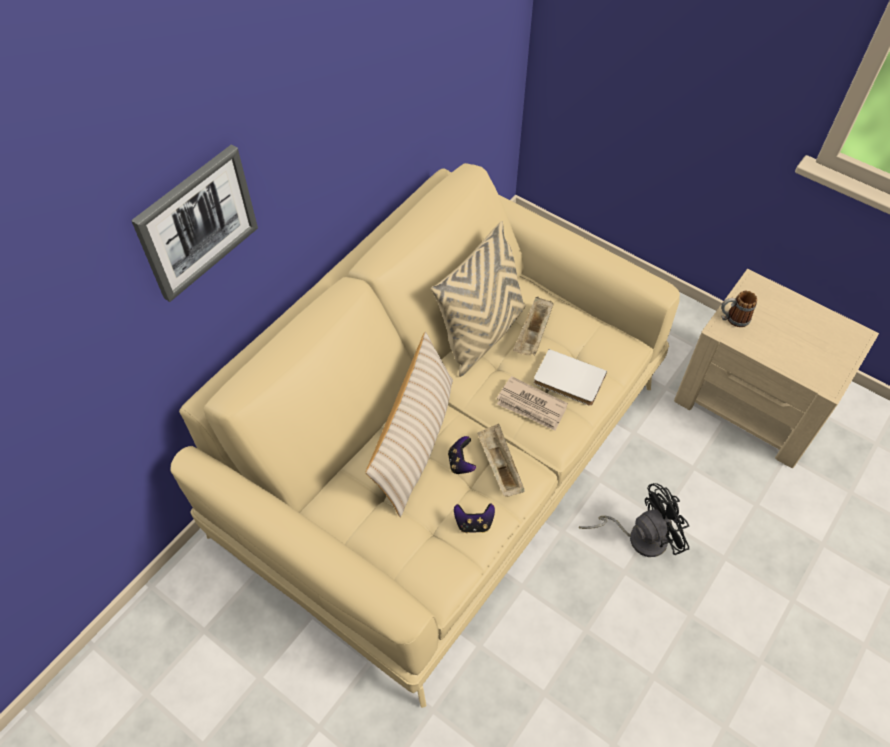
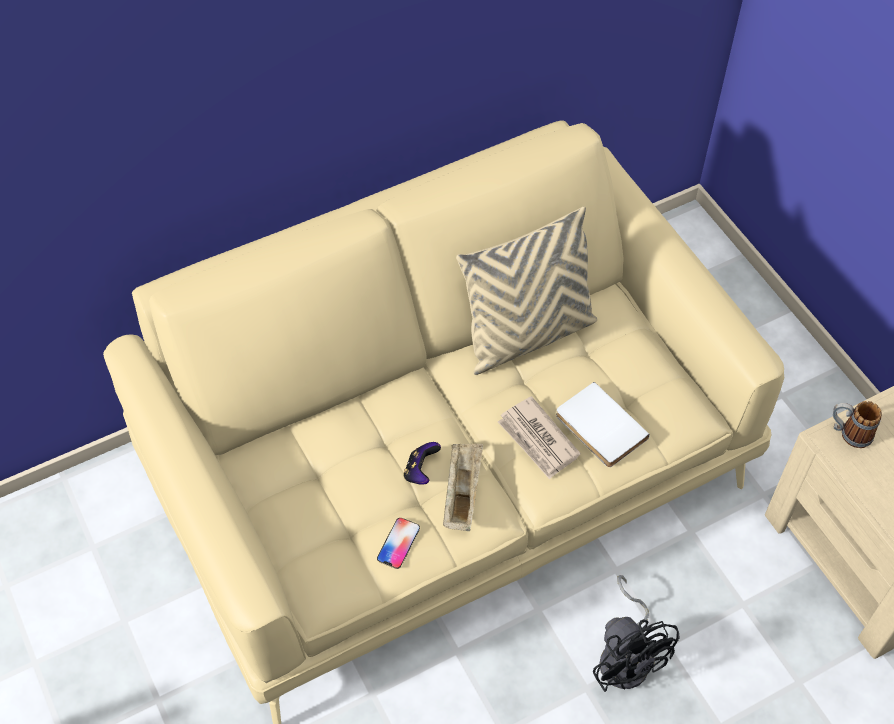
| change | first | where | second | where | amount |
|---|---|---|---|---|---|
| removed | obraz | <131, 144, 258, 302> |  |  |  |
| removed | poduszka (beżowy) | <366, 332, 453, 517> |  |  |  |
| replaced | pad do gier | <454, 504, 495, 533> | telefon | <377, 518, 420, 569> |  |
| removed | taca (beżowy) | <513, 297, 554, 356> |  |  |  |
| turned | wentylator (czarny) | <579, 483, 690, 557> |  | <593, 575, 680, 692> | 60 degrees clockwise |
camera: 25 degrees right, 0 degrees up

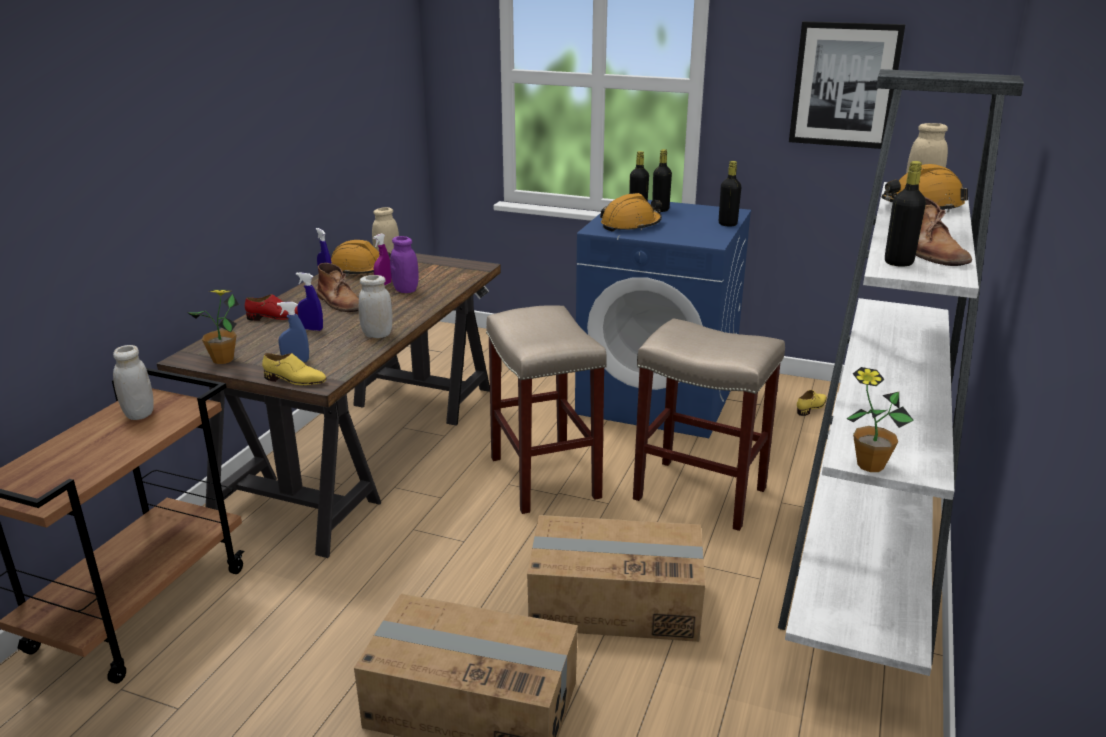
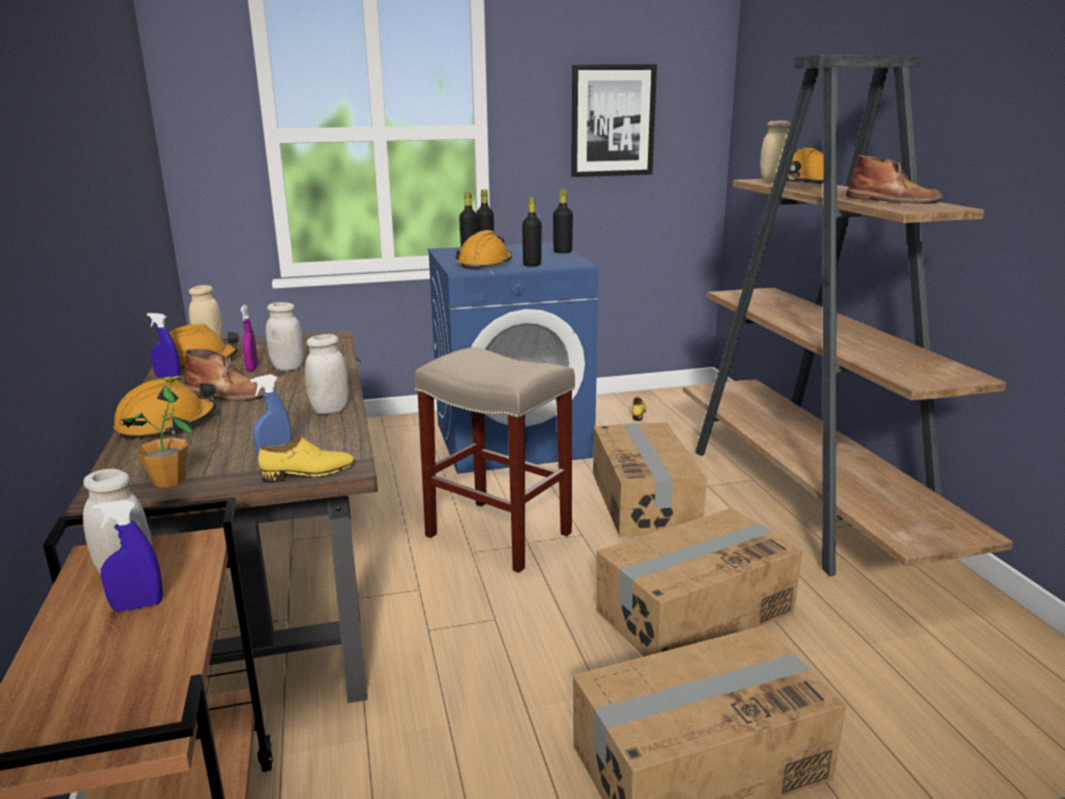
| change | first | where | second | where | amount |
|---|---|---|---|---|---|
| replaced | but (czerwony) | <245, 294, 298, 321> | kask (pomarańczowy) | <114, 379, 216, 440> |  |
| moved | spryskiwacz (niebieski) | <296, 272, 323, 331> |  | <93, 500, 163, 612> |  |
| recoloured | słoik (fioletowy) | <390, 236, 419, 293> | słoik (biały) | <266, 302, 304, 371> |  |
| replaced | stołek (beżowy) | <633, 318, 785, 531> | karton | <593, 422, 707, 537> |  |
| recoloured | regał (biały) | <778, 69, 1024, 676> | regał (brązowy) | <683, 55, 1013, 576> |  |
| removed | roślina doniczkowa | <846, 367, 914, 472> |  |  |  |
| moved | butelka (czarny) | <885, 161, 926, 267> |  | <522, 198, 542, 267> |  |
camera: 35 degrees left, 5 degrees down

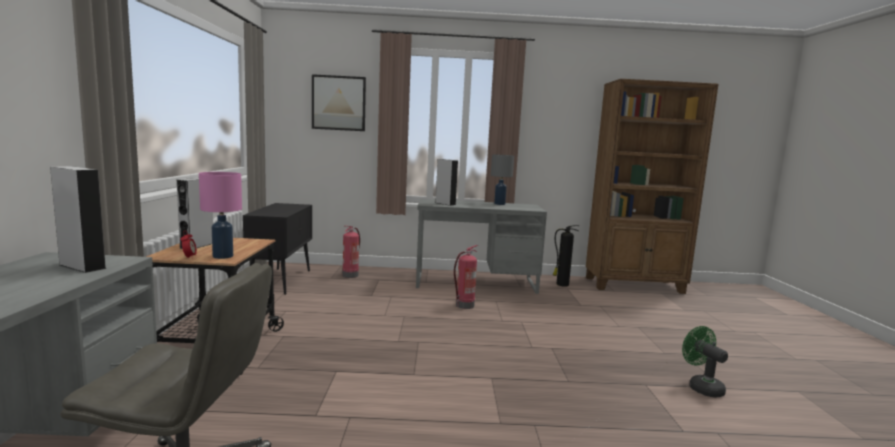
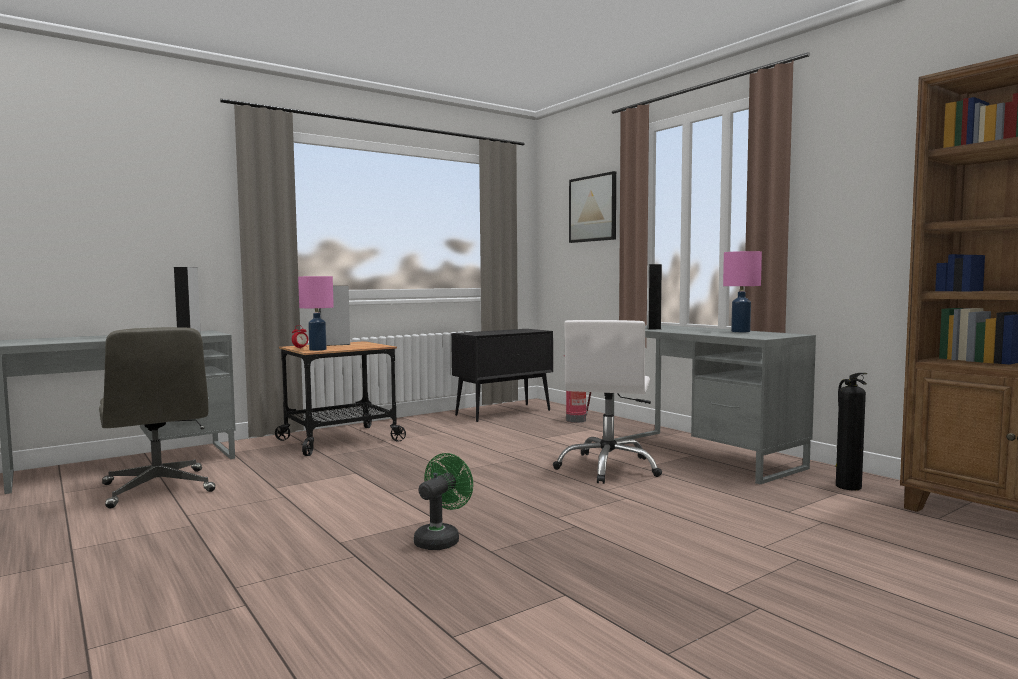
| change | first | where | second | where | amount |
|---|---|---|---|---|---|
| replaced | gaśnica | <454, 245, 478, 309> | krzesło biurowe (biały) | <553, 320, 662, 484> |  |
| recoloured | lampa stołowa (szary) | <491, 154, 514, 205> | lampa stołowa (różowy) | <723, 251, 762, 332> |  |
| moved | wentylator (zielony) | <682, 326, 728, 398> |  | <414, 453, 473, 550> |  |
camera: 55 degrees right, 5 degrees down

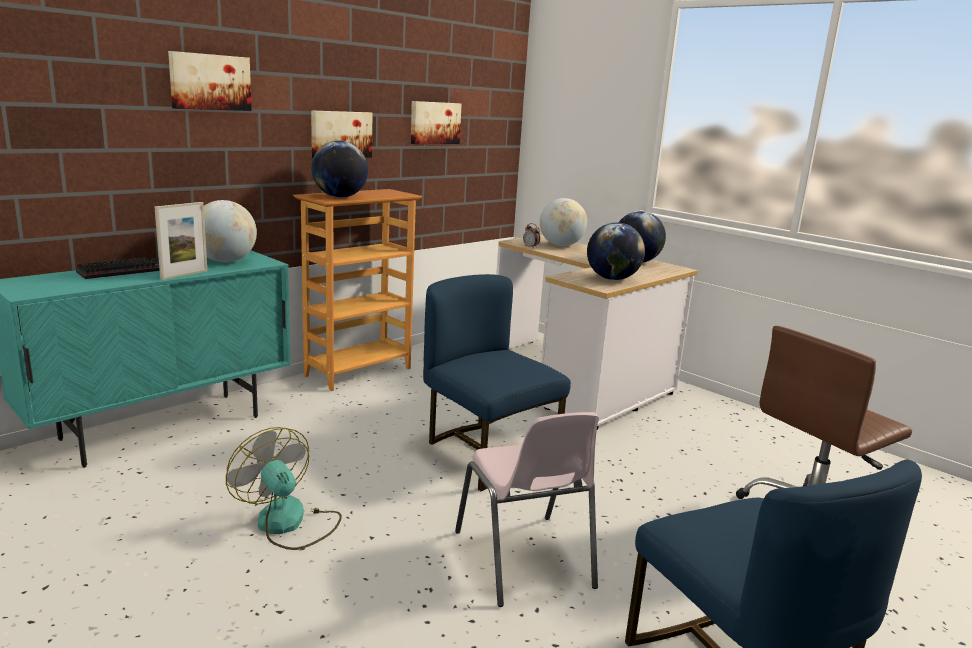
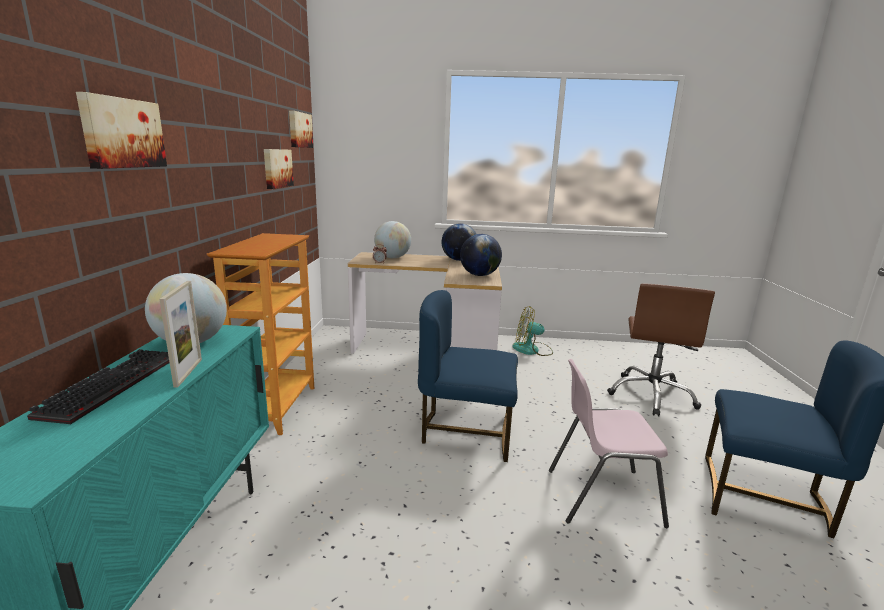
| change | first | where | second | where | amount |
|---|---|---|---|---|---|
| moved | wentylator | <226, 427, 342, 550> |  | <512, 306, 553, 356> |  |
| moved | obraz | <311, 110, 372, 158> |  | <289, 110, 313, 148> |  |
| removed | globus | <311, 141, 368, 198> |  |  |  |
| turned | krzesło (różowy) | <455, 412, 599, 607> |  | <549, 359, 669, 528> | 150 degrees clockwise |
camera: 40 degrees left, 0 degrees up

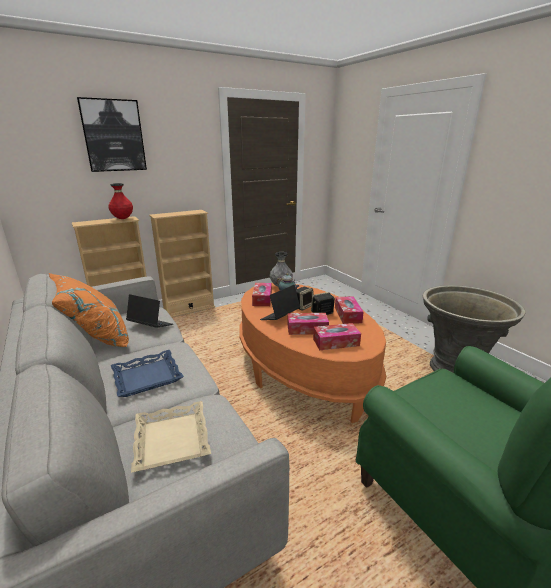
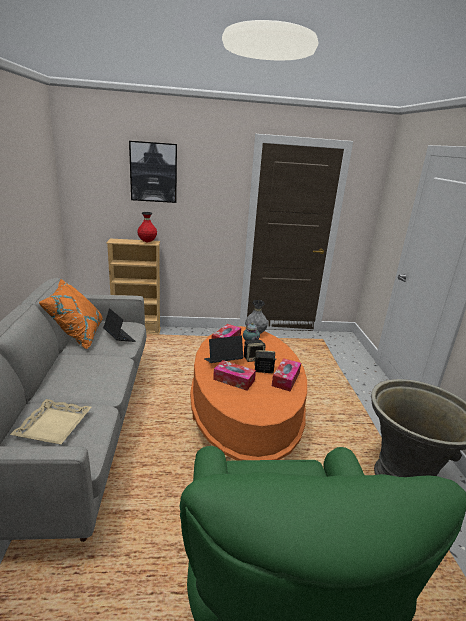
| change | first | where | second | where | amount |
|---|---|---|---|---|---|
| removed | taca (niebieski) | <111, 350, 184, 397> |  |  |  |
| removed | regał (beżowy) | <149, 210, 215, 318> |  |  |  |
| removed | pudełko chusteczek | <313, 323, 361, 350> |  |  |  |
camera: 25 degrees right, 0 degrees up

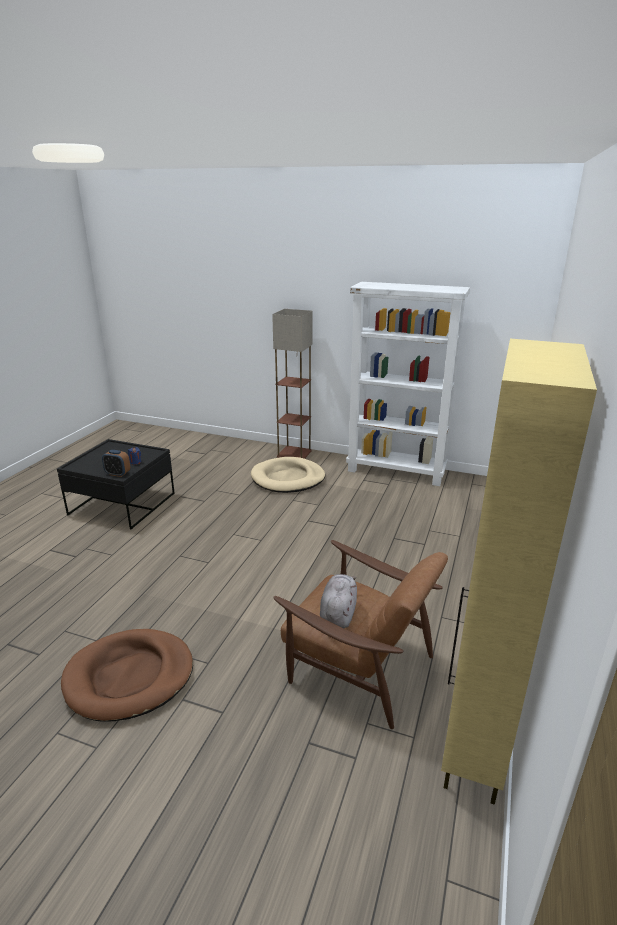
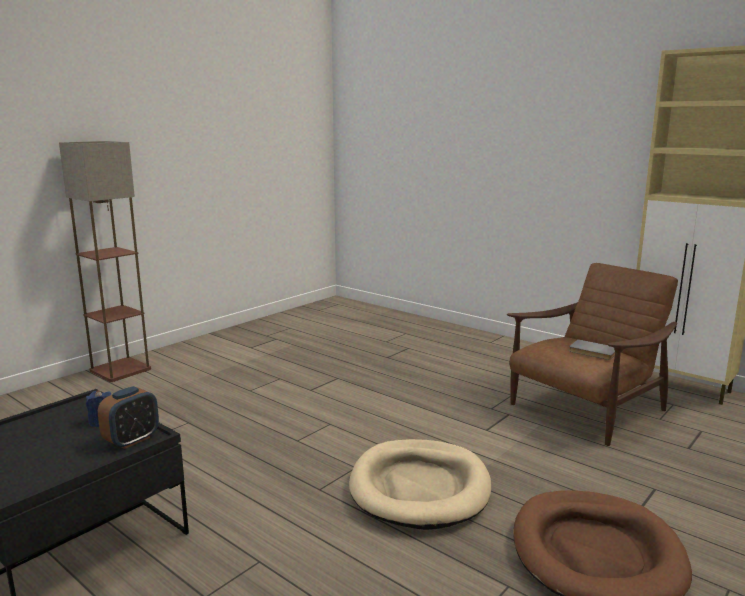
| change | first | where | second | where | amount |
|---|---|---|---|---|---|
| moved | legowisko (beżowy) | <251, 457, 325, 493> |  | <349, 439, 491, 530> |  |
| replaced | pluszak (szary) | <320, 574, 357, 628> | książka (szary) | <569, 339, 615, 360> |  |
| removed | regał (biały) | <346, 282, 470, 486> |  |  |  |
camera: 70 degrees left, 10 degrees down

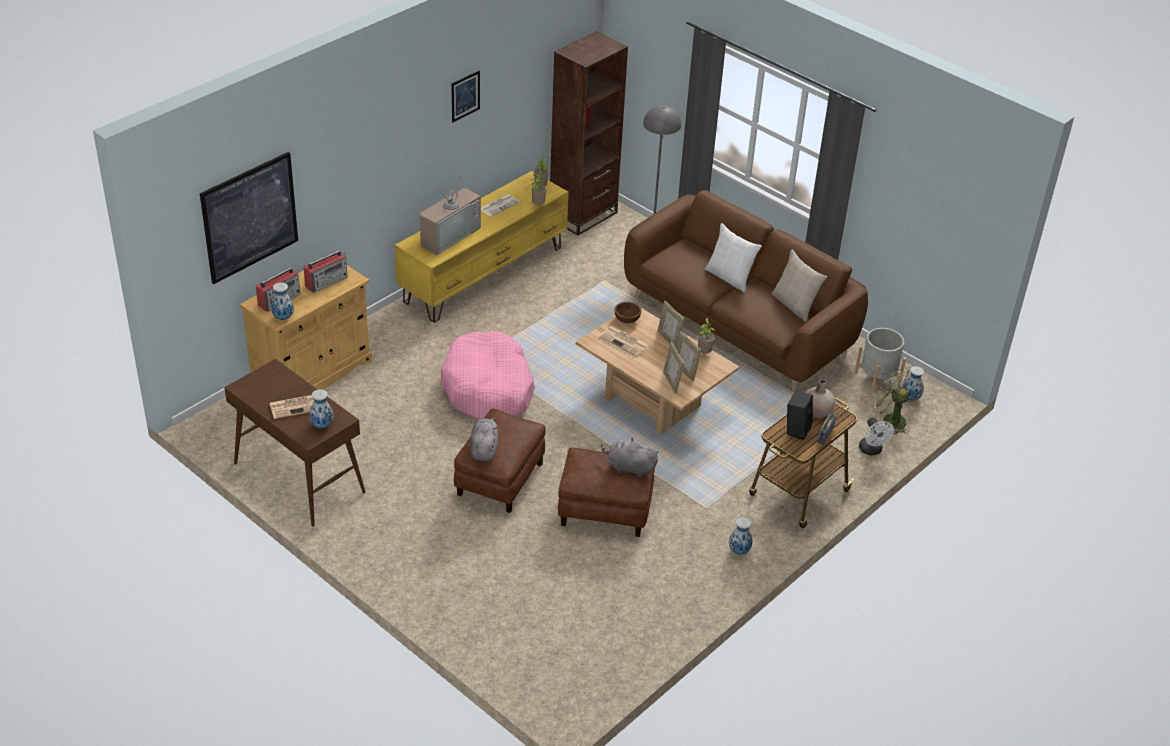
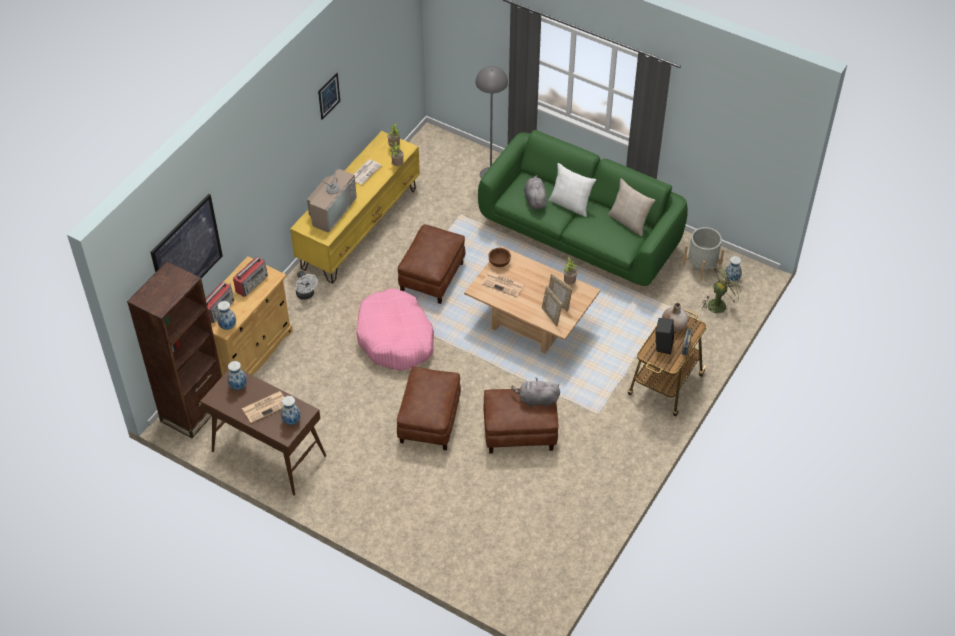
| change | first | where | second | where | amount |
|---|---|---|---|---|---|
| moved | pluszak (szary) | <470, 418, 498, 462> |  | <524, 175, 547, 209> |  |
| moved | regał (brązowy) | <550, 31, 628, 236> |  | <127, 261, 222, 438> |  |
| recoloured | kanapa (brązowy) | <624, 190, 868, 392> | kanapa (zielony) | <478, 130, 688, 293> |  |
| removed | ramka na zdjęcie | <658, 301, 684, 348> |  |  |  |
| moved | wazon | <729, 517, 753, 554> |  | <227, 361, 247, 390> |  |
| moved | wentylator (biały) | <859, 417, 894, 455> |  | <295, 271, 318, 300> |  |
| turned | wentylator (zielony) | <873, 368, 910, 435> |  | <702, 265, 744, 313> | 120 degrees clockwise |
| added |  |  | pufa (brązowy) | <398, 224, 465, 304> |  |
camera: 10 degrees left, 10 degrees up

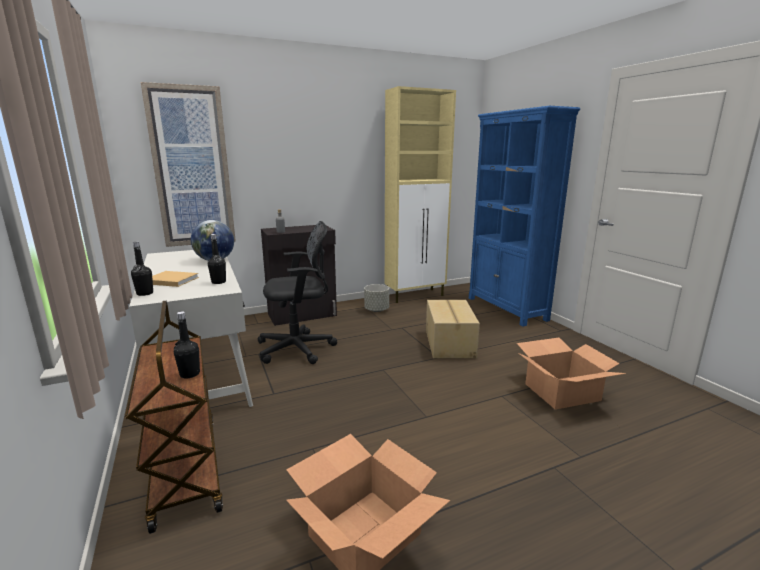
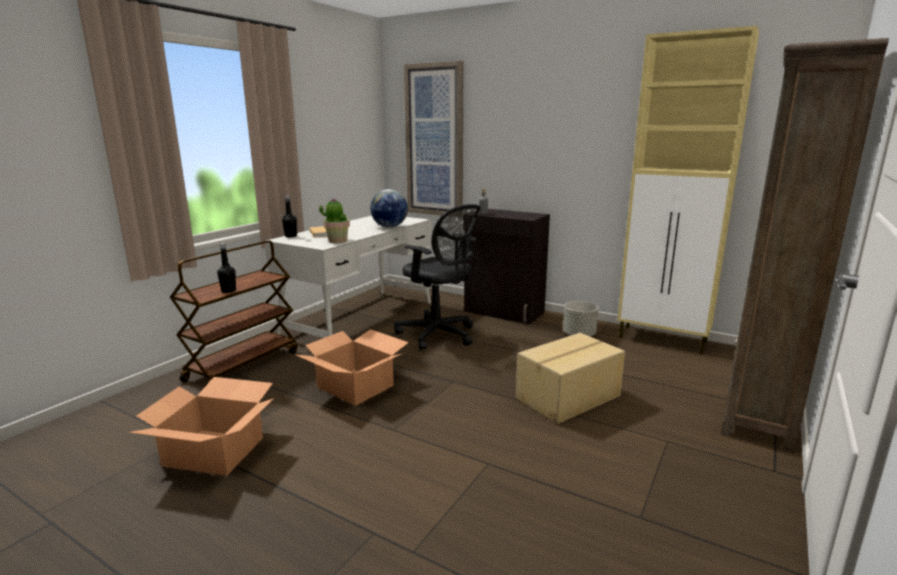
| change | first | where | second | where | amount |
|---|---|---|---|---|---|
| replaced | butelka (czarny) | <208, 234, 226, 284> | roślina doniczkowa | <319, 199, 350, 243> |  |
| recoloured | regał (niebieski) | <469, 106, 580, 327> | regał (brązowy) | <721, 38, 889, 453> |  |
| moved | karton | <517, 338, 626, 410> |  | <294, 329, 409, 406> |  |
camera: 55 degrees right, 0 degrees up

